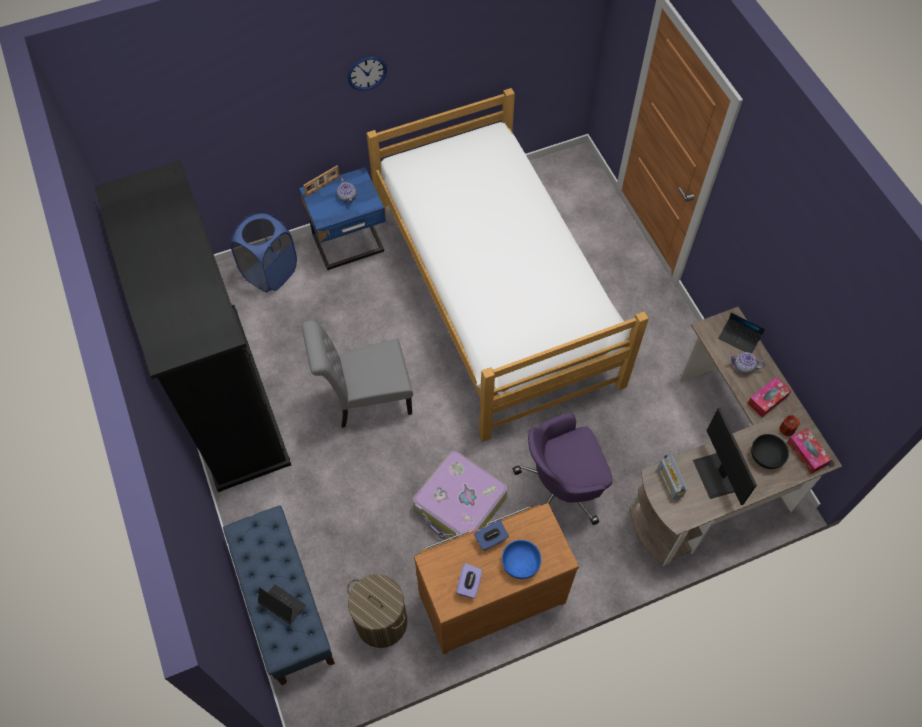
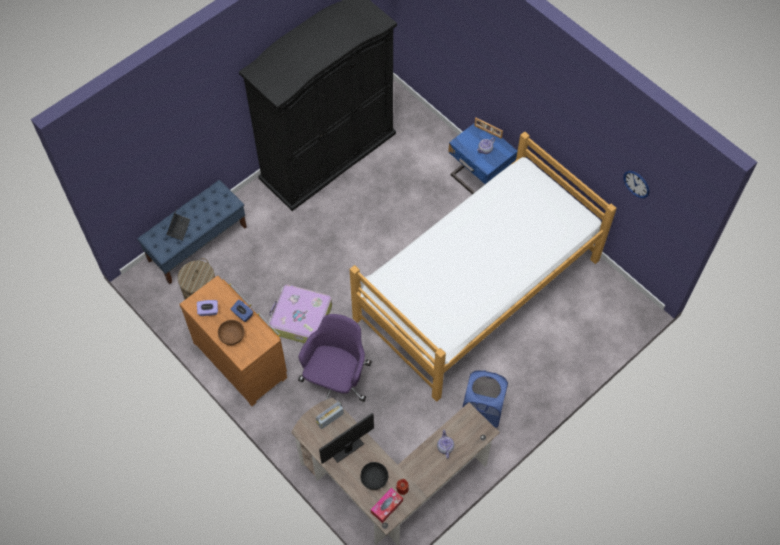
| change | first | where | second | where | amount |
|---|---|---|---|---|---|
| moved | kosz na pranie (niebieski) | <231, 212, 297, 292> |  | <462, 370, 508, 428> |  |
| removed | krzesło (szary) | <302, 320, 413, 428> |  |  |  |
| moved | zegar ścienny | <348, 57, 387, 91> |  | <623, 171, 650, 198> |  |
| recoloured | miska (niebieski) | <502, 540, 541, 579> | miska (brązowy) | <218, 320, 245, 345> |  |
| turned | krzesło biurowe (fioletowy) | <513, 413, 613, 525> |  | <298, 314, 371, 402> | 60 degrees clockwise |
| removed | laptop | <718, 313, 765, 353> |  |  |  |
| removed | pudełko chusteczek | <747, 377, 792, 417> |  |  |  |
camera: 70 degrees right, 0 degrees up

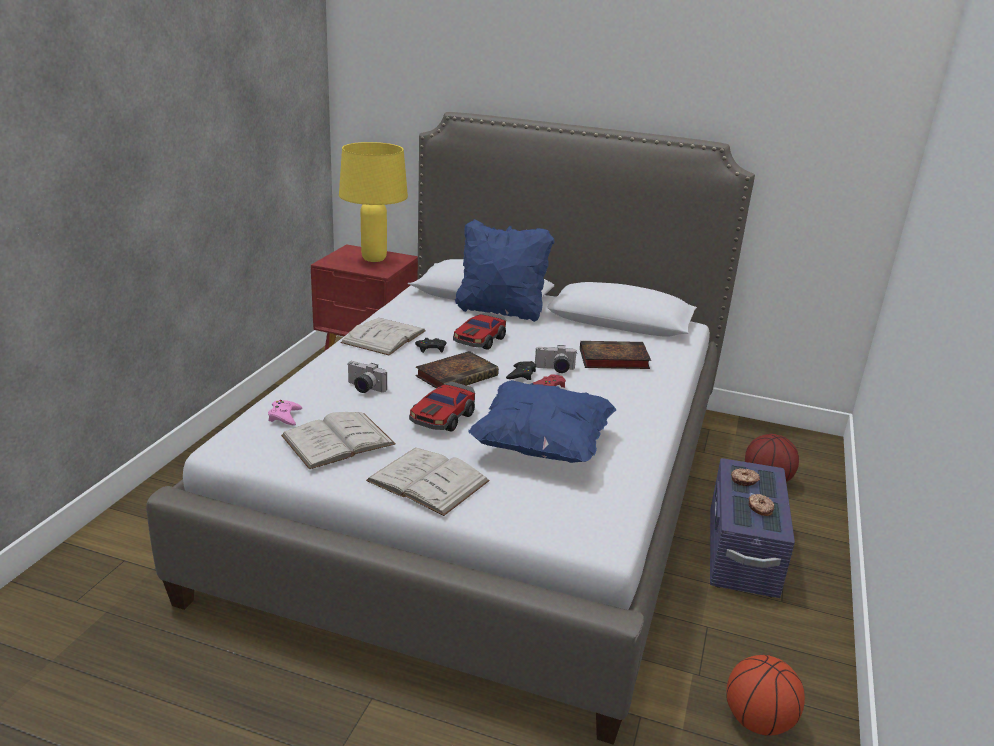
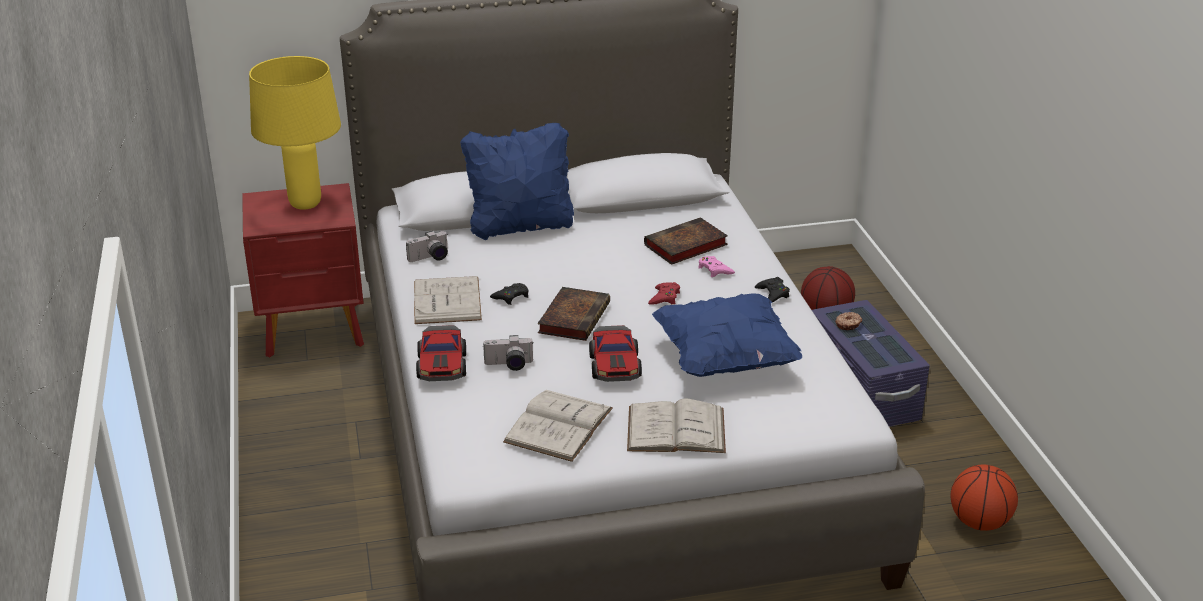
| change | first | where | second | where | amount |
|---|---|---|---|---|---|
| moved | pad do gier (różowy) | <268, 400, 302, 426> |  | <698, 256, 735, 277> |  |
| moved | samochodzik | <453, 312, 506, 350> |  | <416, 325, 466, 381> |  |
| moved | pad do gier (czarny) | <506, 361, 536, 380> |  | <755, 277, 790, 303> |  |
| moved | aparat fotograficzny | <535, 345, 577, 373> |  | <406, 231, 448, 262> |  |
| removed | donut | <748, 494, 774, 516> |  |  |  |
camera: 30 degrees left, 5 degrees up

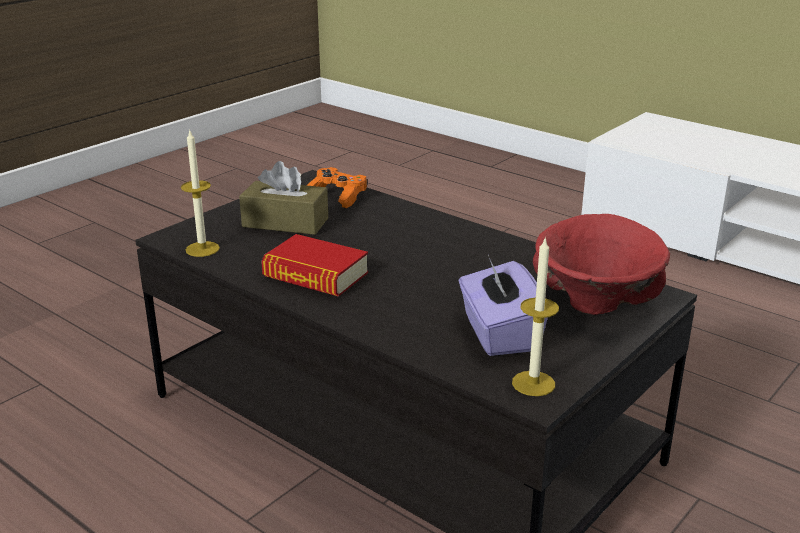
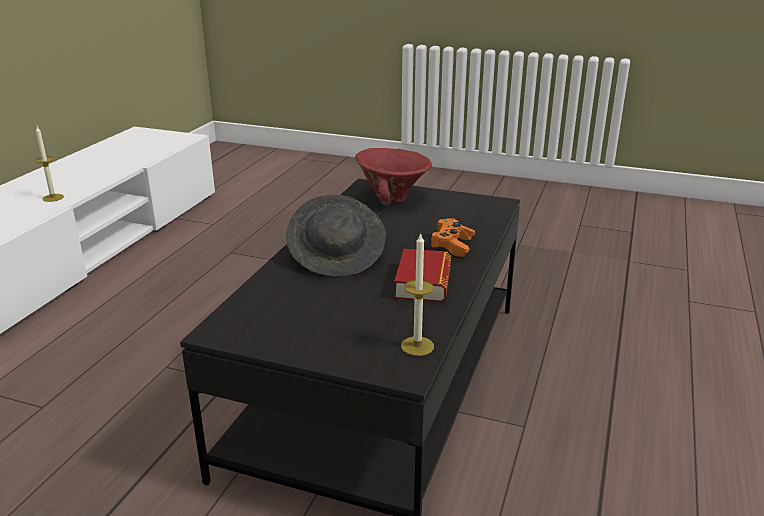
| change | first | where | second | where | amount |
|---|---|---|---|---|---|
| removed | pudełko chusteczek (brązowy) | <239, 161, 328, 235> |  |  |  |
| moved | pad do gier (pomarańczowy) | <307, 167, 368, 208> |  | <430, 218, 475, 257> |  |
| removed | pudełko chusteczek (fioletowy) | <459, 255, 548, 356> |  |  |  |
| moved | świeca | <512, 237, 559, 396> |  | <35, 126, 64, 202> |  |
| added |  |  | kapelusz (szary) | <286, 195, 386, 277> |  |
camera: 110 degrees left, 0 degrees up

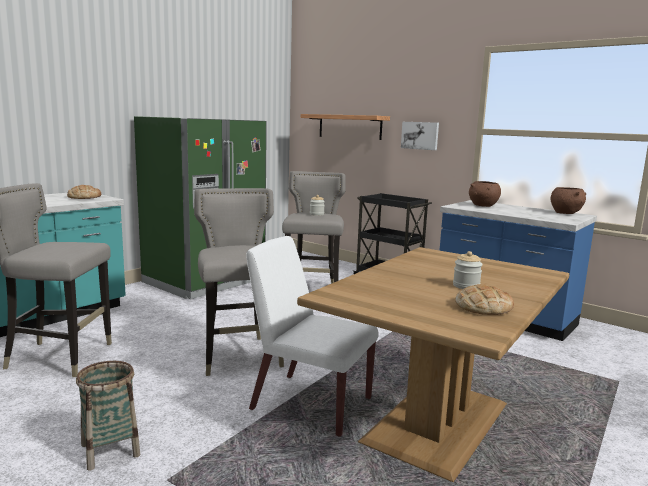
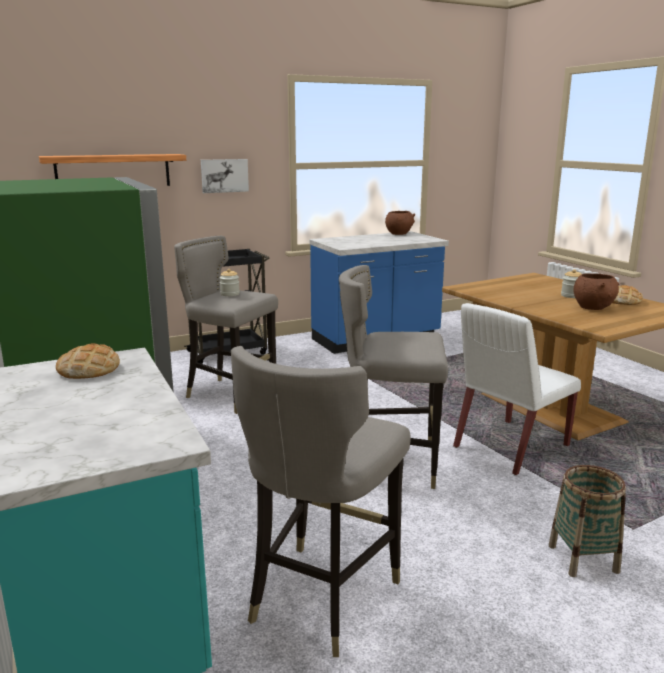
| change | first | where | second | where | amount |
|---|---|---|---|---|---|
| moved | miska (brązowy) | <469, 181, 501, 207> |  | <573, 273, 619, 310> |  |
camera: 65 degrees left, 5 degrees up

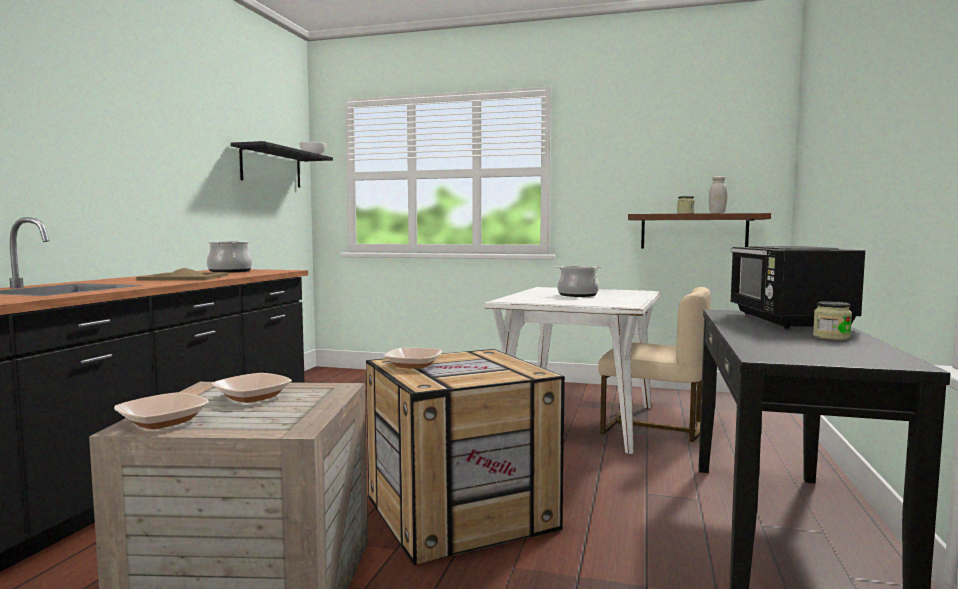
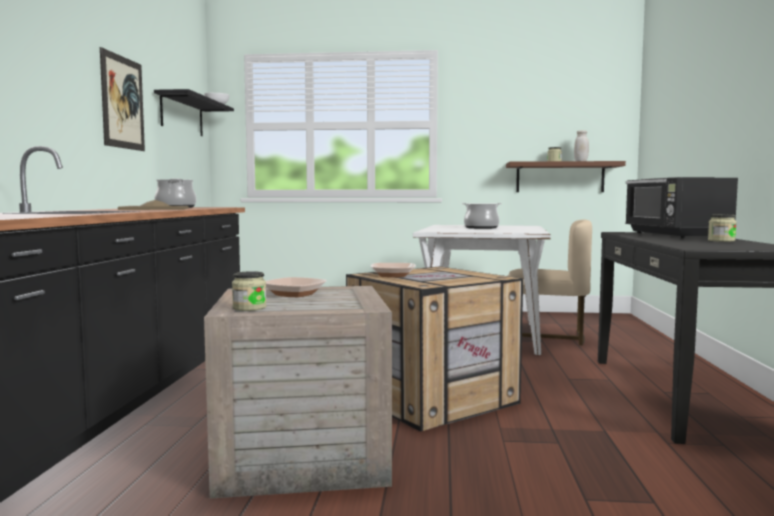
| change | first | where | second | where | amount |
|---|---|---|---|---|---|
| replaced | miska | <114, 392, 209, 429> | słoik | <232, 271, 267, 311> |  |
| added |  |  | obraz | <100, 47, 145, 151> |  |
camera: 10 degrees left, 0 degrees up

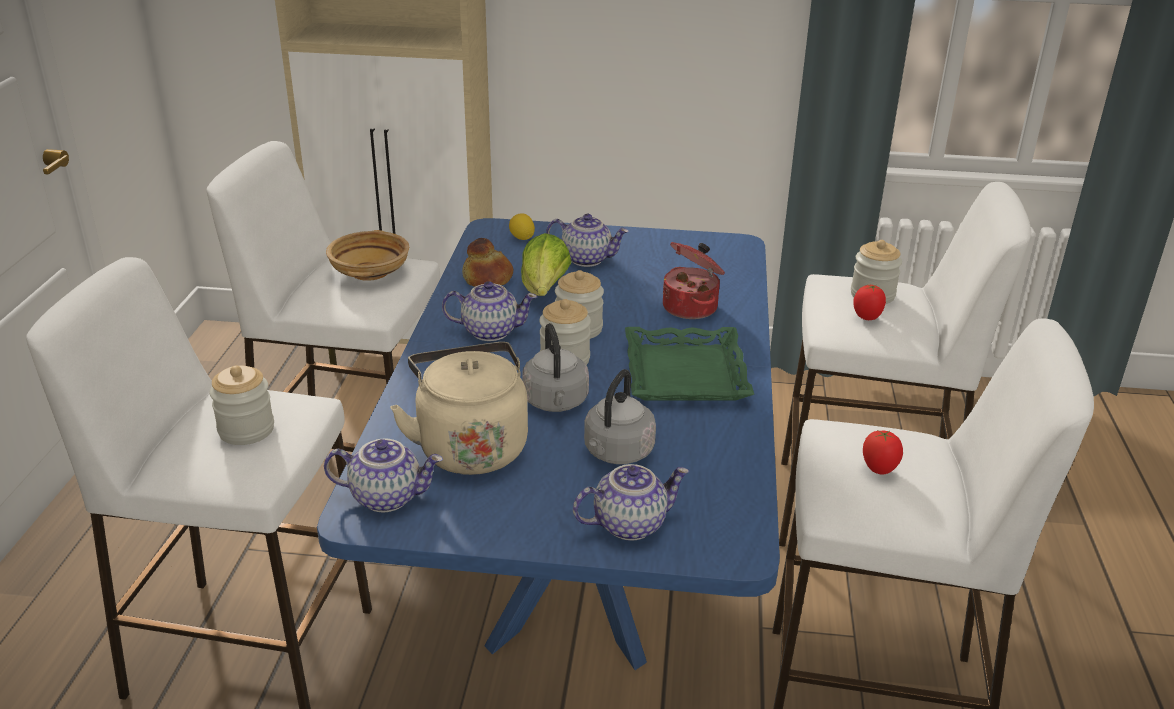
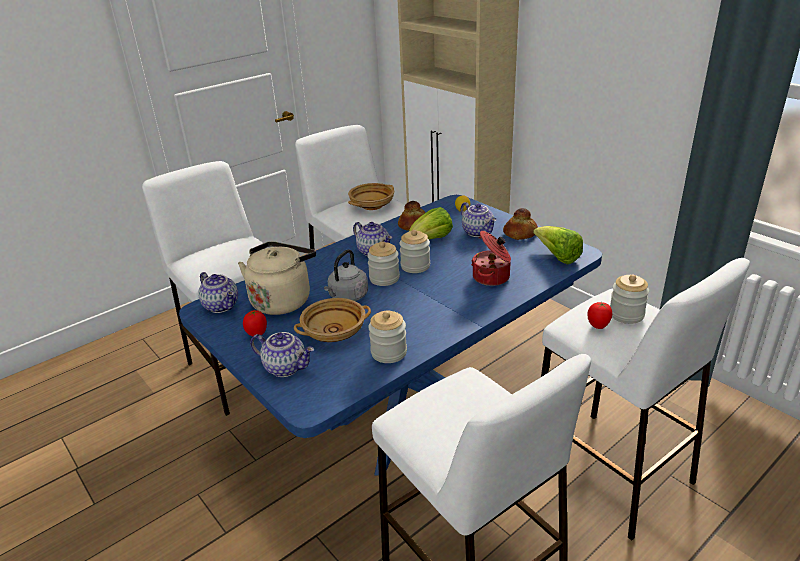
| change | first | where | second | where | amount |
|---|---|---|---|---|---|
| moved | słoik | <210, 366, 274, 445> |  | <368, 311, 407, 363> |  |
| replaced | czajnik (szary) | <584, 369, 656, 464> | miska (beżowy) | <294, 298, 371, 342> |  |
| removed | taca (zielony) | <625, 327, 754, 401> |  |  |  |
| moved | pomidor | <863, 430, 903, 475> |  | <243, 309, 267, 336> |  |
| added |  |  | chleb | <503, 208, 538, 240> |  |
| added |  |  | sałata | <533, 226, 583, 265> |  |
camera: 45 degrees right, 0 degrees up

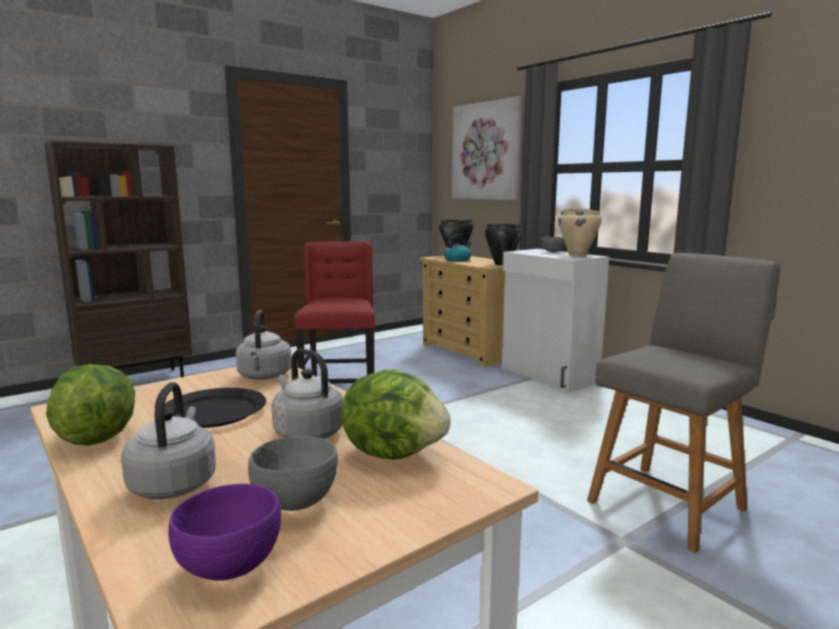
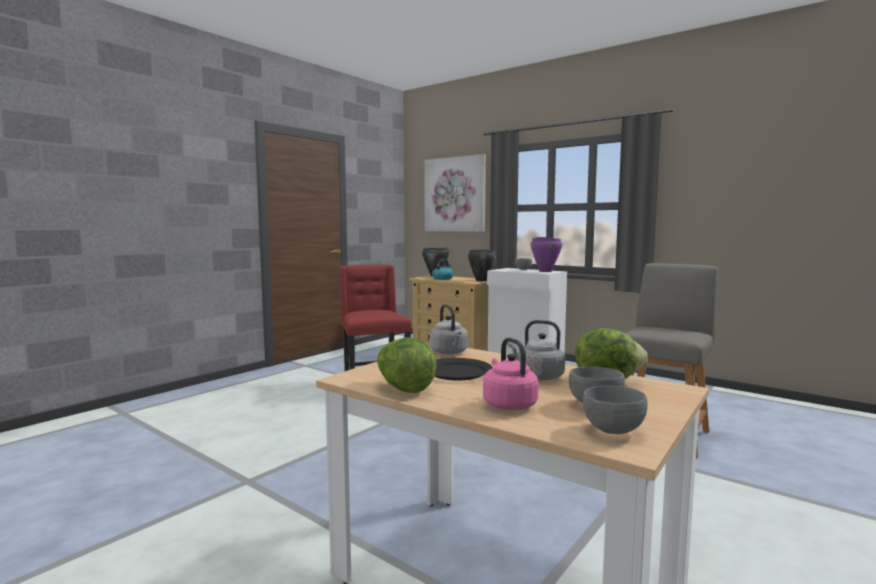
| change | first | where | second | where | amount |
|---|---|---|---|---|---|
| removed | regał (brązowy) | <44, 140, 192, 377> |  |  |  |
| recoloured | czajnik (szary) | <121, 382, 216, 499> | czajnik (różowy) | <483, 337, 539, 410> |  |
| recoloured | miska (fioletowy) | <168, 484, 281, 580> | miska (szary) | <583, 386, 648, 434> |  |
| recoloured | garnek (beżowy) | <558, 208, 602, 257> | garnek (fioletowy) | <531, 237, 562, 272> |  |
camera: 15 degrees left, 5 degrees down

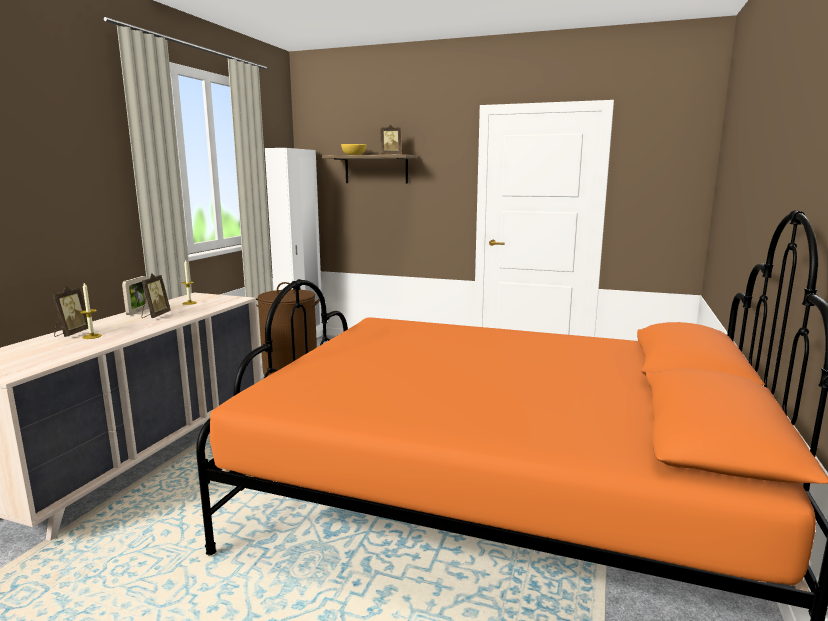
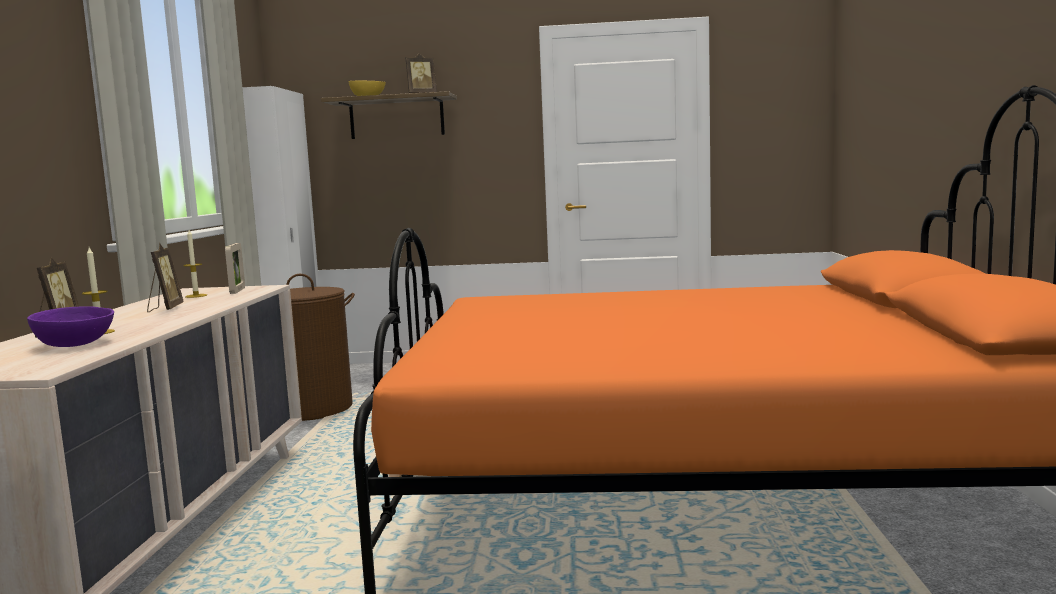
| change | first | where | second | where | amount |
|---|---|---|---|---|---|
| moved | ramka na zdjęcie | <122, 276, 149, 315> |  | <225, 243, 245, 294> |  |
| added |  |  | miska (fioletowy) | <27, 306, 114, 347> |  |
camera: 15 degrees left, 5 degrees down

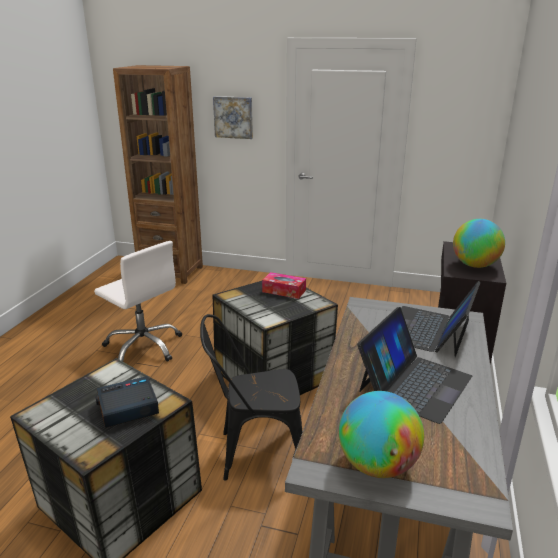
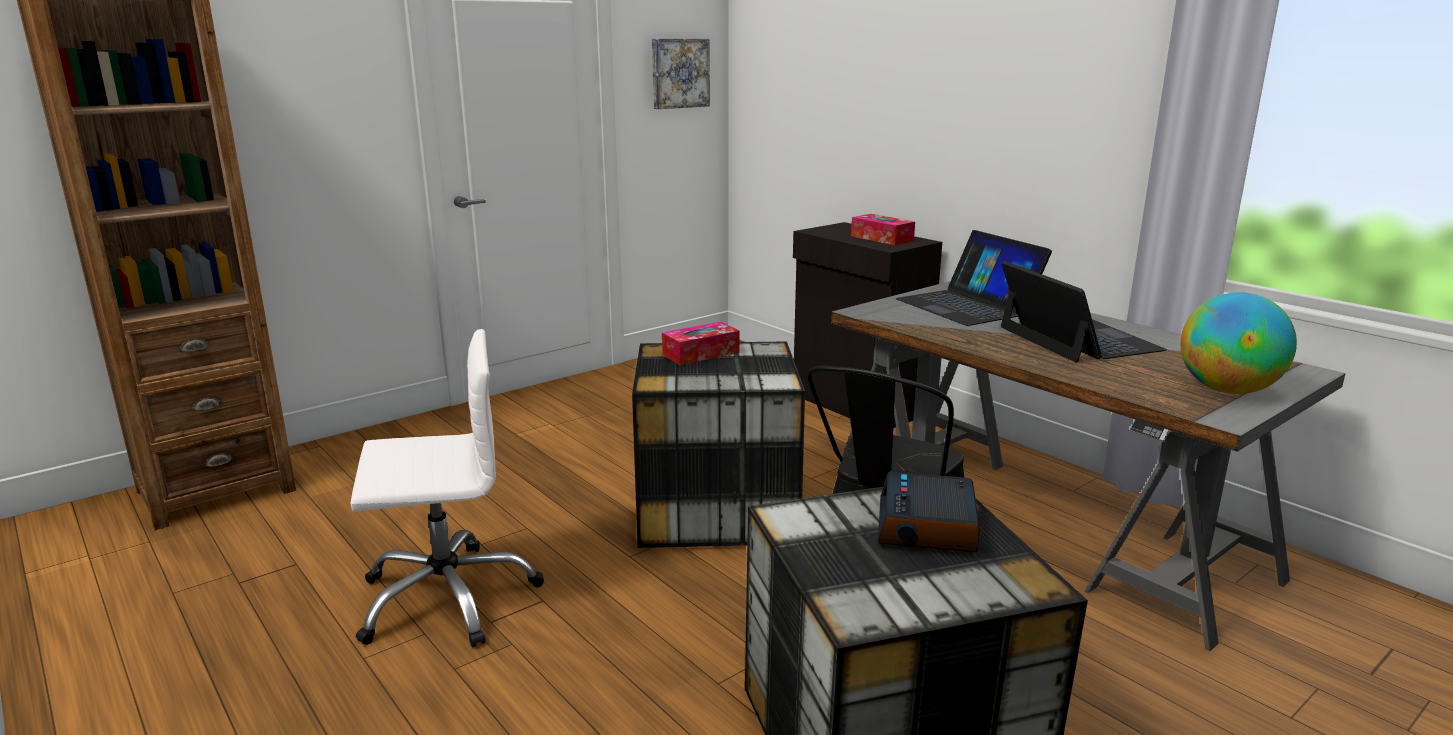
| change | first | where | second | where | amount |
|---|---|---|---|---|---|
| moved | obraz | <213, 96, 253, 139> |  | <652, 39, 710, 109> |  |
| replaced | globus | <453, 219, 505, 268> | pudełko chusteczek | <851, 214, 915, 245> |  |
camera: 55 degrees left, 5 degrees down

